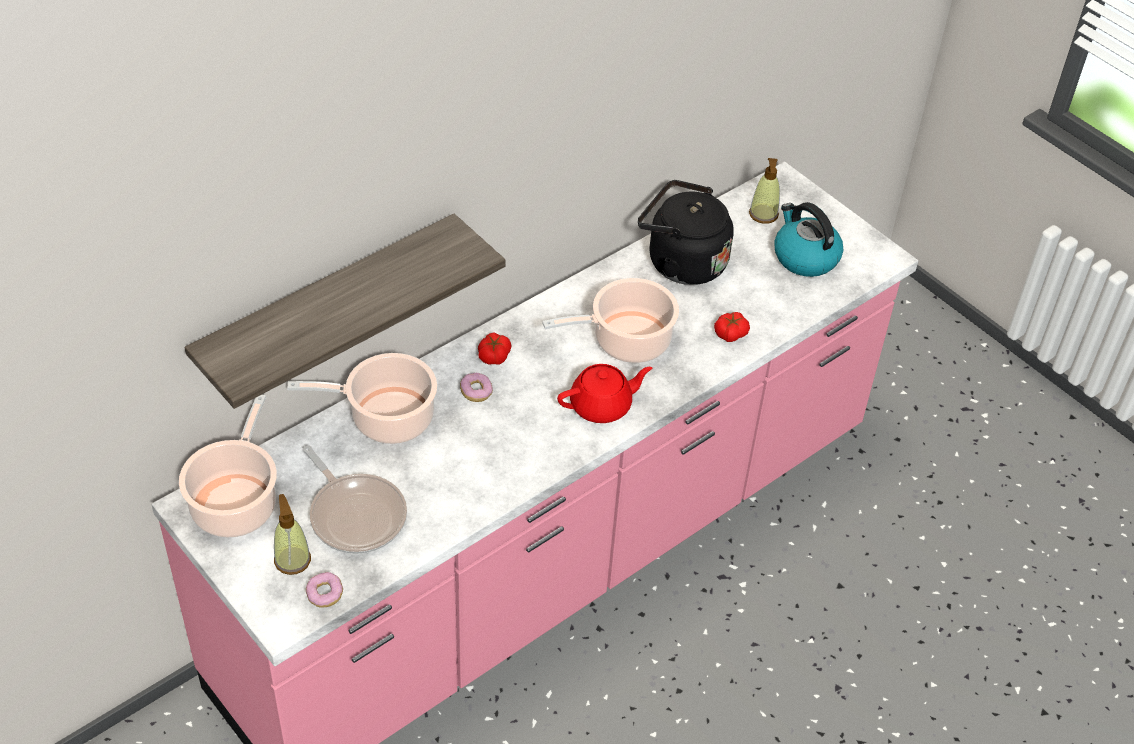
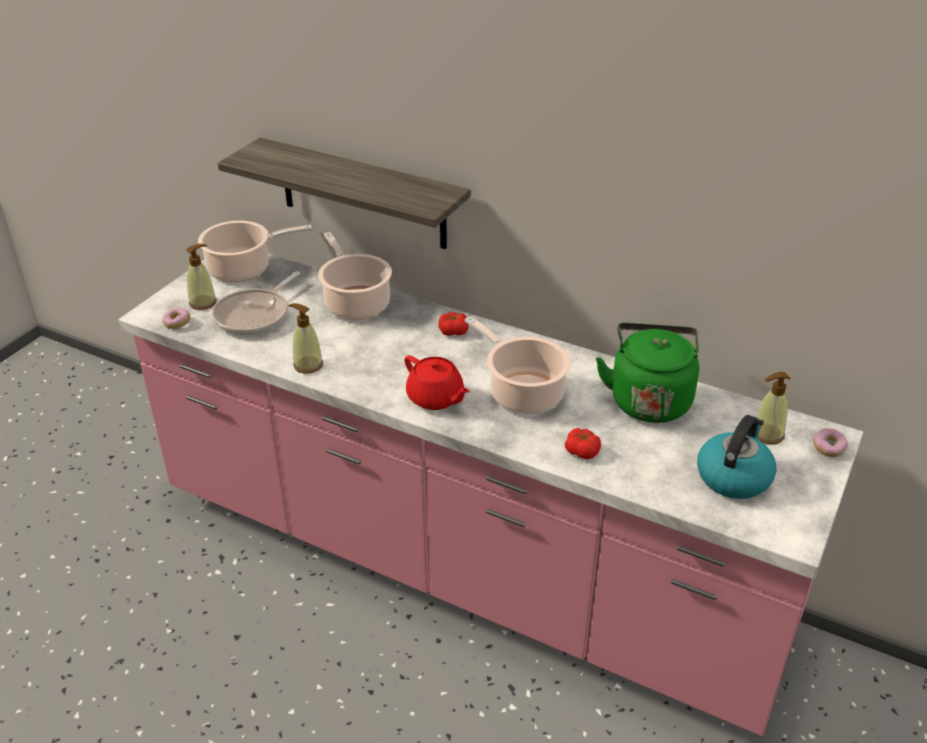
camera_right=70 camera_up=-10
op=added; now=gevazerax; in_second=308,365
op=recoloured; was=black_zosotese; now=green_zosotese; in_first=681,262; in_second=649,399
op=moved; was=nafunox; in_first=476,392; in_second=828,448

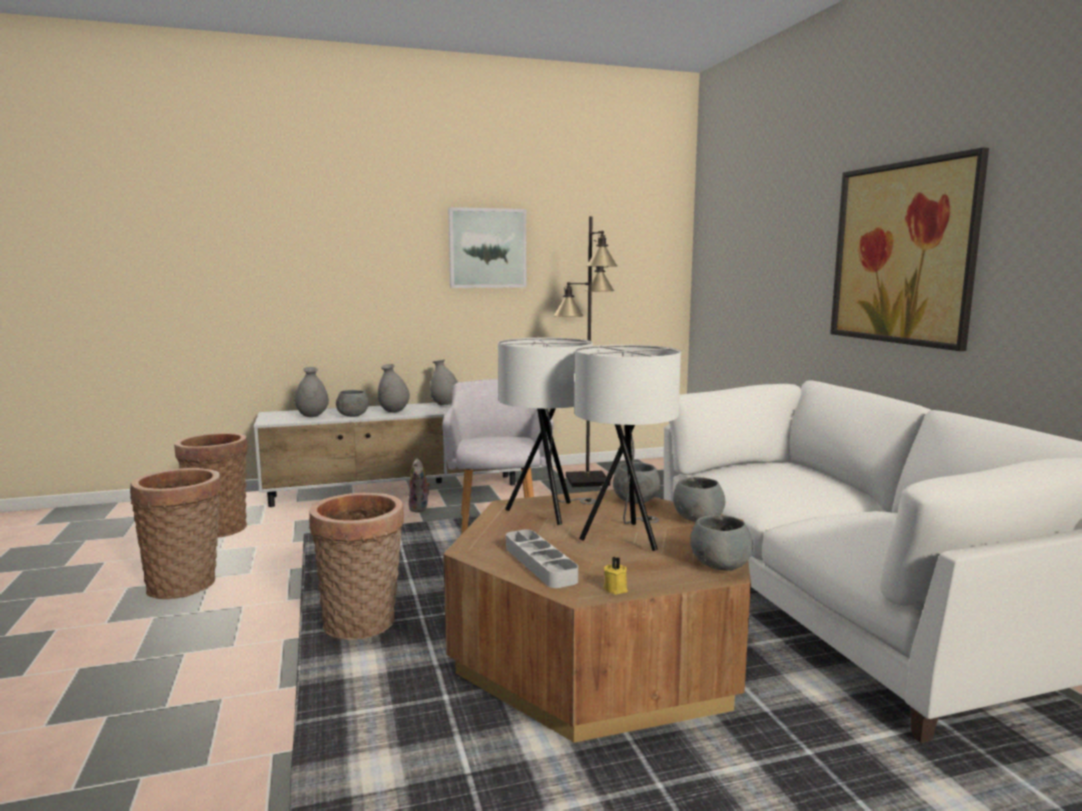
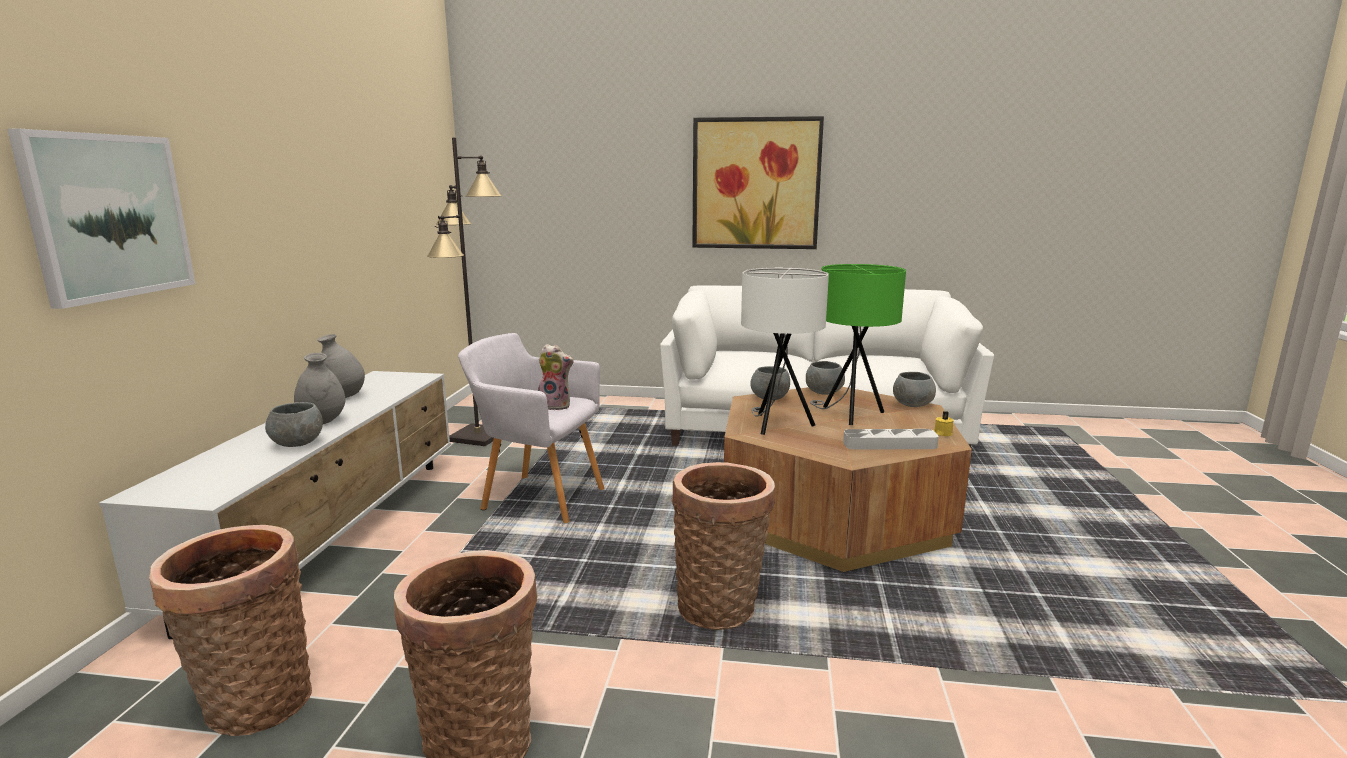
camera_right=-65 camera_up=5
op=moved; was=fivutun; in_first=487,248; in_second=108,216
op=moved; was=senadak; in_first=420,508; in_second=556,406
op=recoloured; was=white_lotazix; now=green_lotazix; in_first=625,538; in_second=849,415
op=removed; was=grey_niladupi; in_first=312,416

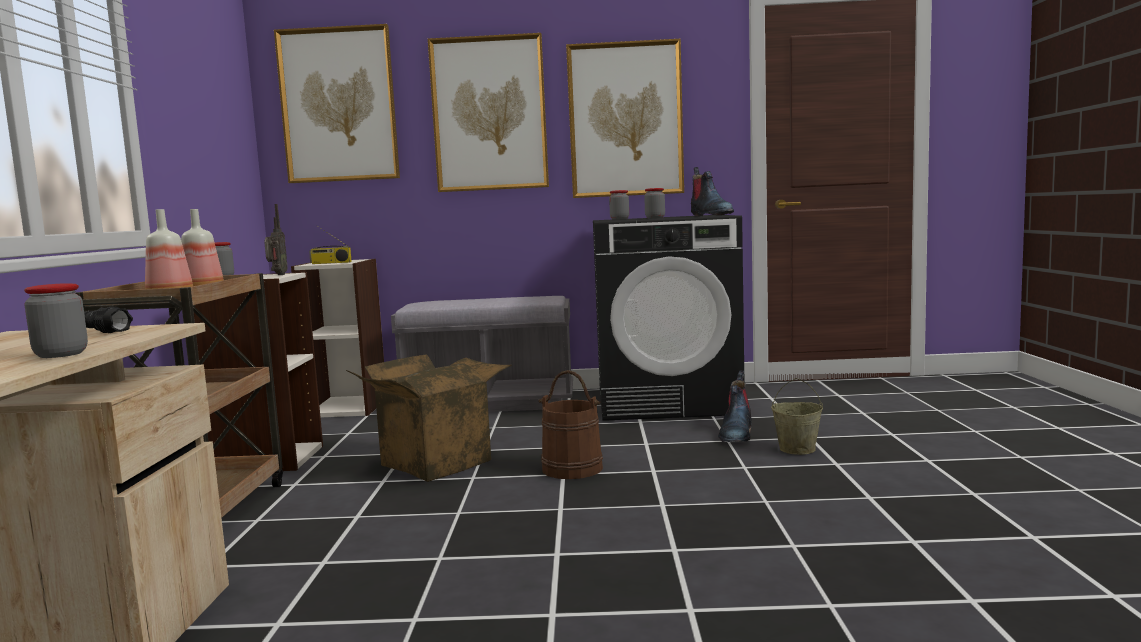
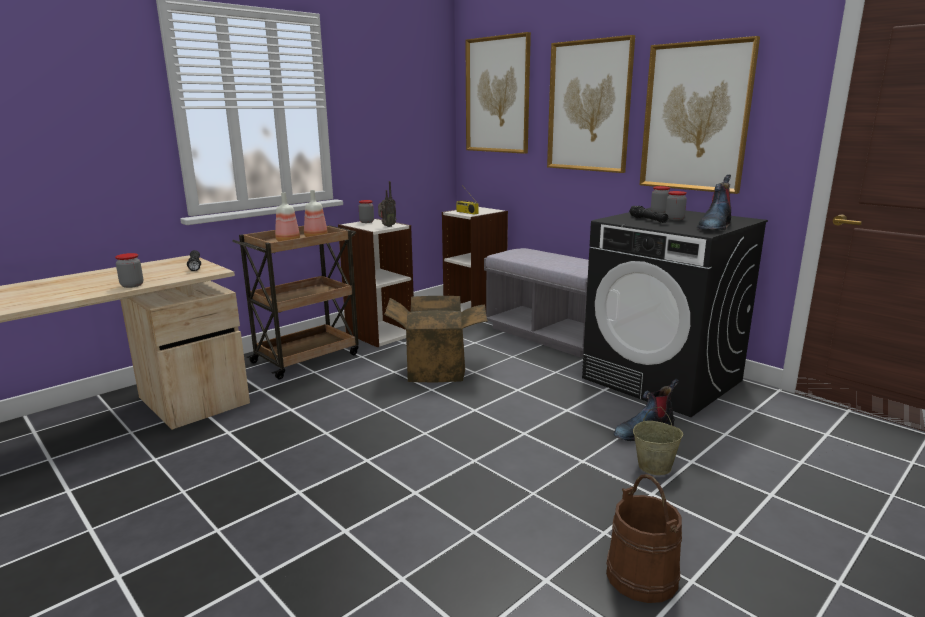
camera_right=45 camera_up=10
op=moved; was=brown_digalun; in_first=572,468; in_second=641,576
op=added; now=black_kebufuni; in_second=648,220

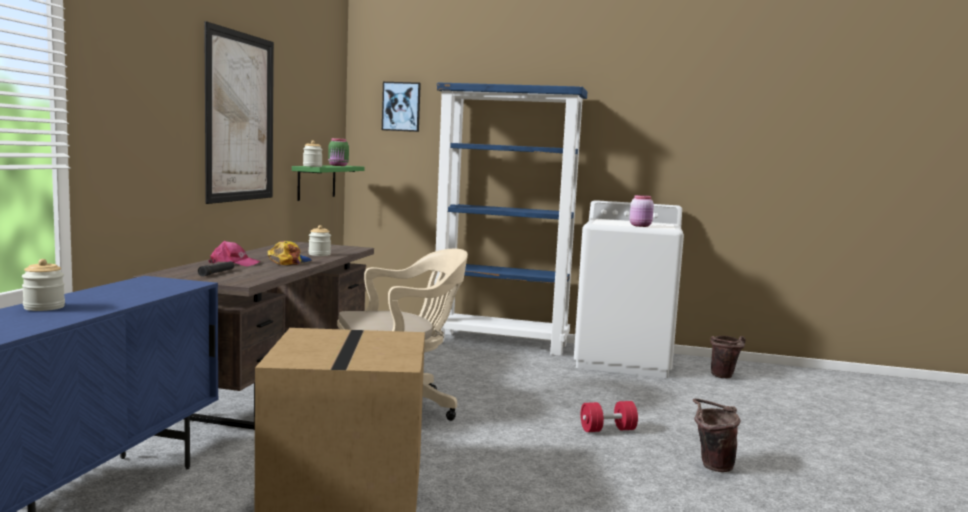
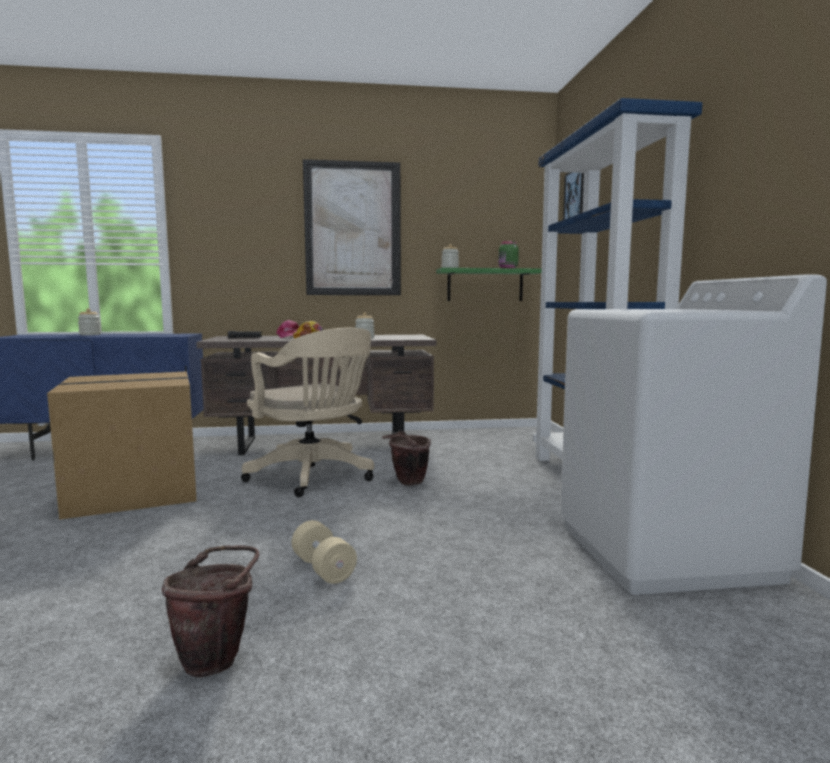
camera_right=70 camera_up=0
op=recoloured; was=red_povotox; now=beige_povotox; in_first=607,430; in_second=323,569
op=moved; was=brown_digalun; in_first=724,377; in_second=407,483
op=removed; was=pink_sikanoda; in_first=641,226

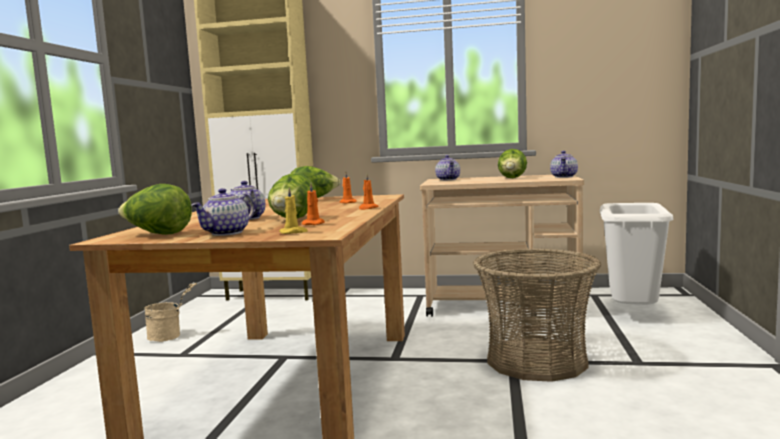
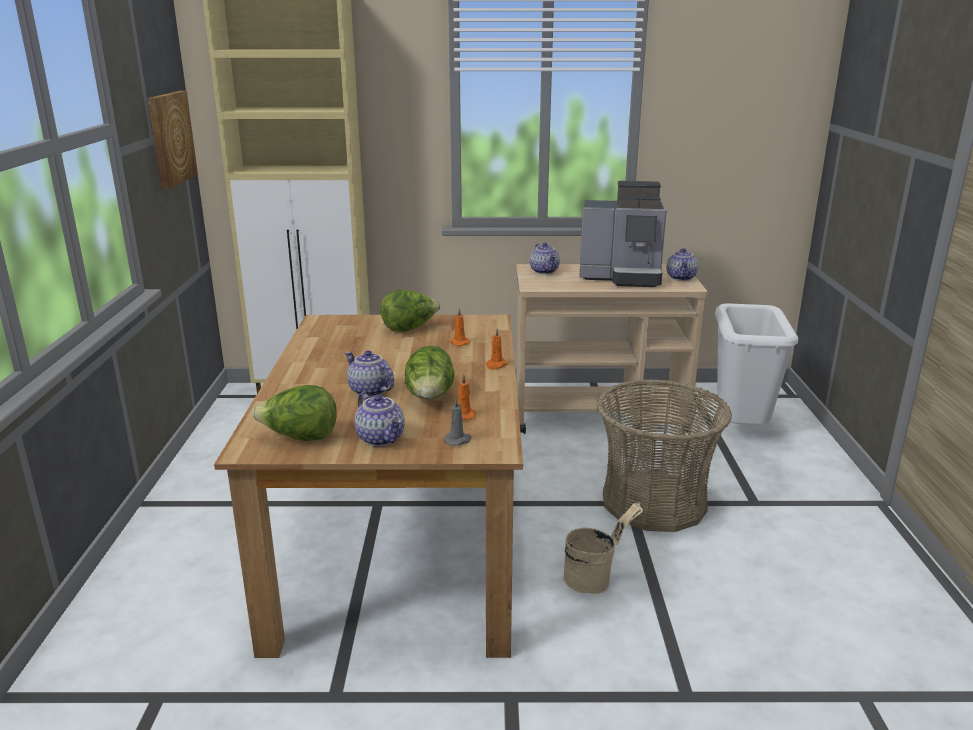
camera_right=-10 camera_up=15
op=added; now=fivutun; in_second=170,138
op=turned; was=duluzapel; in_first=227,233; in_second=382,438; clockwise=-60
op=recoloured; was=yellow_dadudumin; now=grey_dadudumin; in_first=293,232; in_second=458,440
op=moved; was=beige_digalun; in_first=170,336; in_second=595,578
op=replaced; was=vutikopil; now=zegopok; in_first=512,178; in_second=622,277

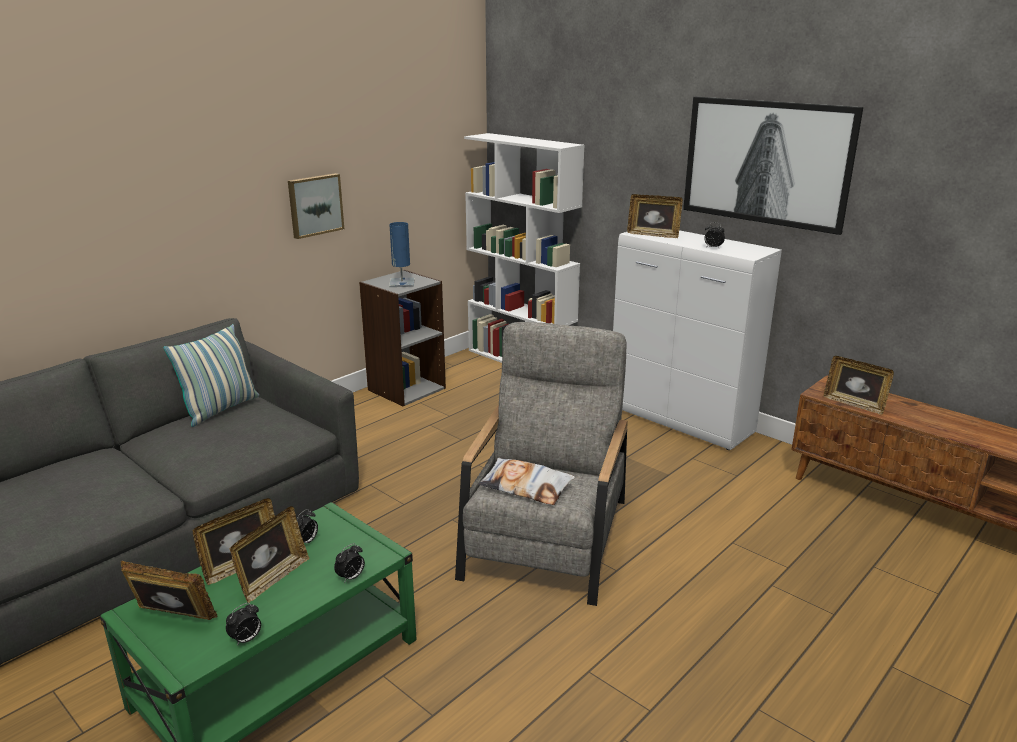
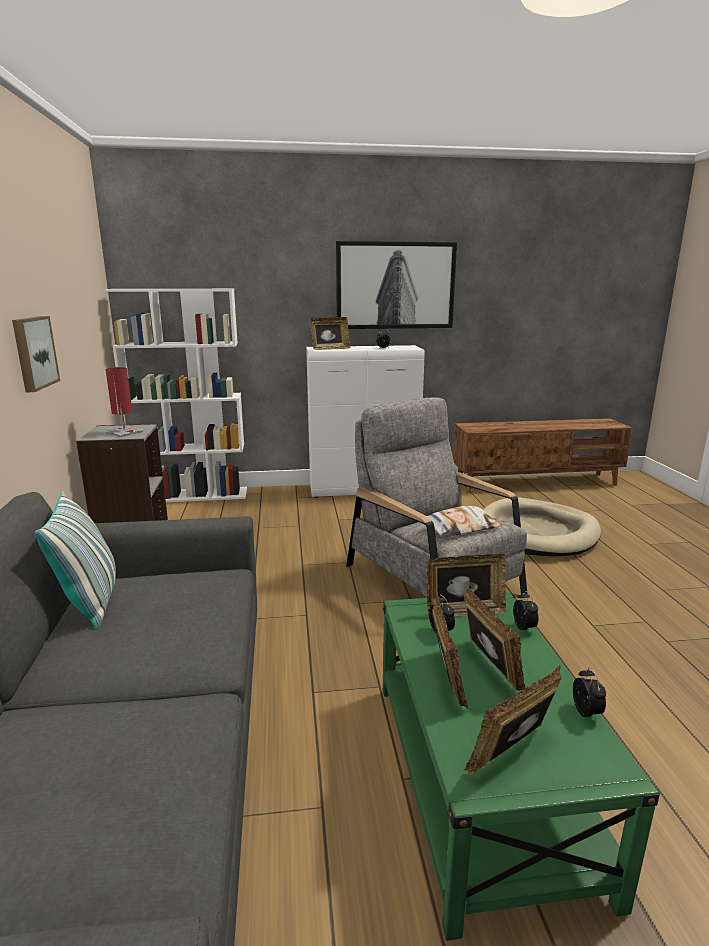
camera_right=-50 camera_up=-5
op=recoloured; was=blue_lotazix; now=red_lotazix; in_first=402,283; in_second=124,432
op=moved; was=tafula; in_first=854,404; in_second=464,611
op=added; now=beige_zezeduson; in_second=537,532

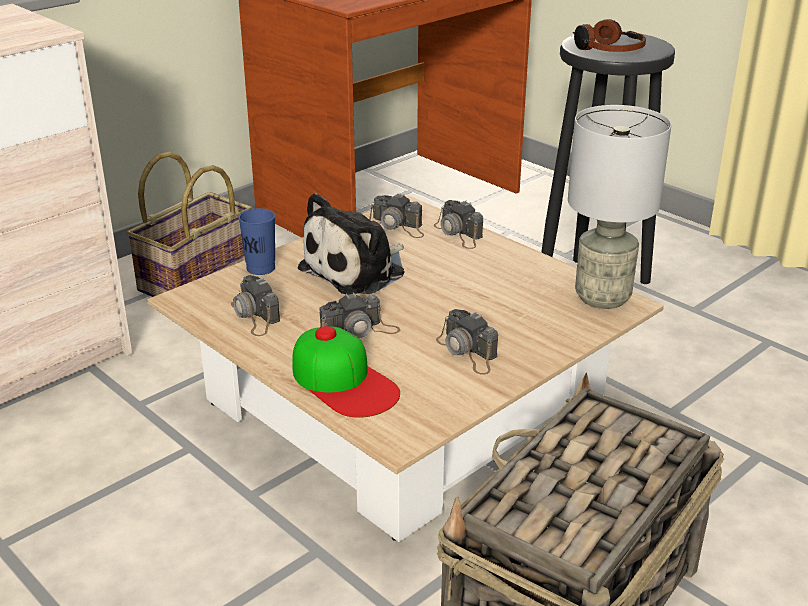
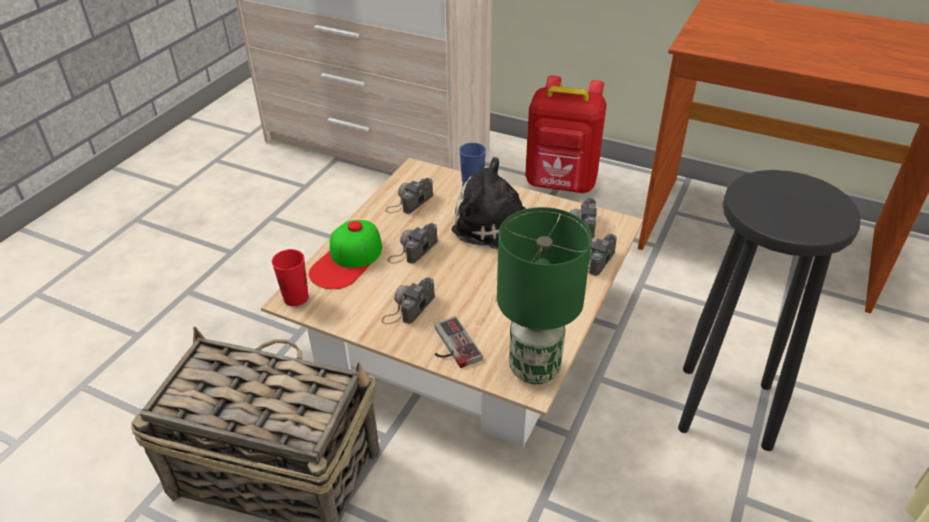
camera_right=70 camera_up=10
op=added; now=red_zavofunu; in_second=296,298
op=turned; was=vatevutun; in_first=359,330; in_second=413,250; clockwise=75
op=added; now=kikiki; in_second=451,346
op=recoloured; was=grey_lotazix; now=green_lotazix; in_first=602,298; in_second=533,368
op=replaced; was=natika; now=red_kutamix; in_first=196,277; in_second=561,185
op=removed; was=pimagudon; in_first=607,50

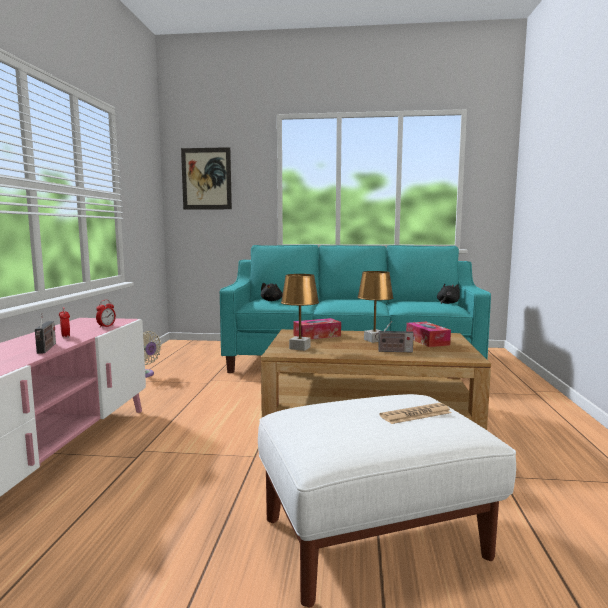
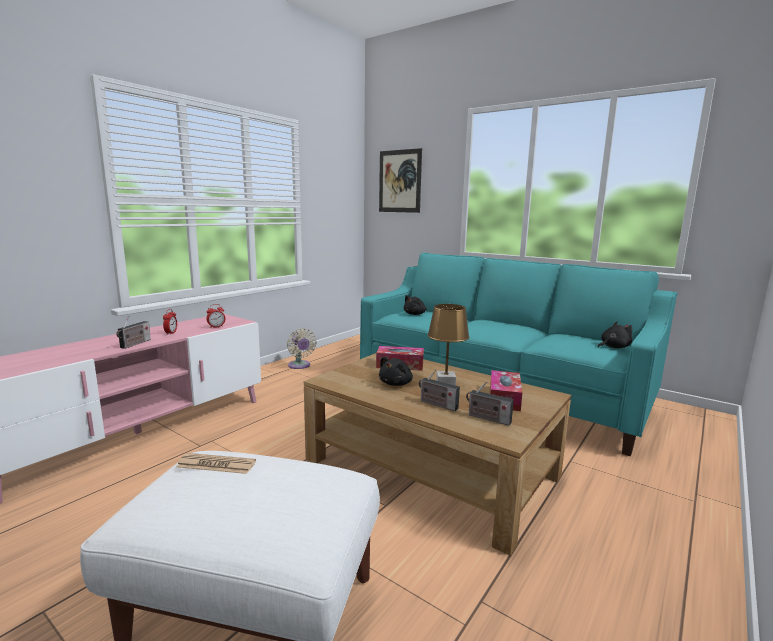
camera_right=30 camera_up=5
op=moved; was=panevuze; in_first=415,414; in_second=216,464
op=added; now=black_senadak; in_second=396,383
op=added; now=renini; in_second=487,418
op=removed; was=brown_lotazix; in_first=299,348

